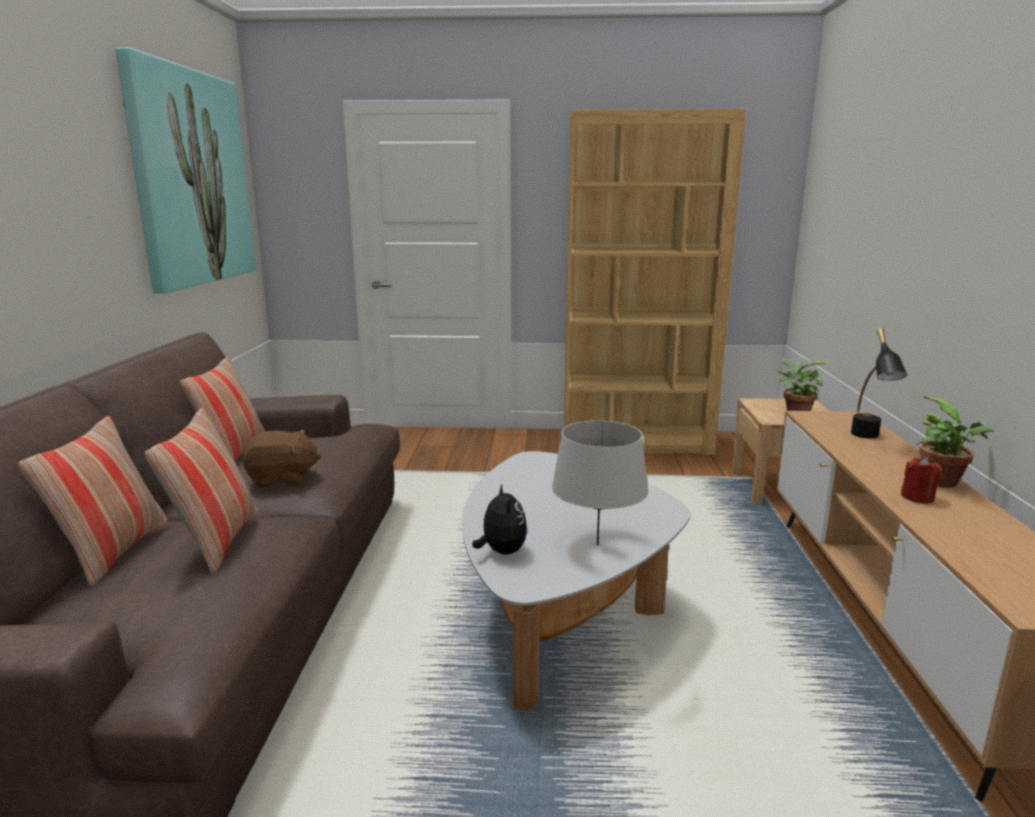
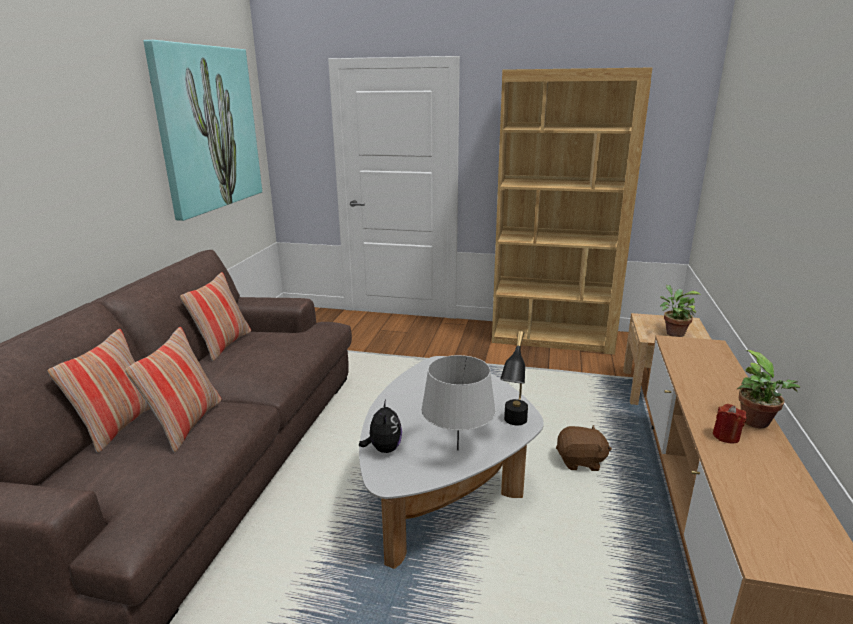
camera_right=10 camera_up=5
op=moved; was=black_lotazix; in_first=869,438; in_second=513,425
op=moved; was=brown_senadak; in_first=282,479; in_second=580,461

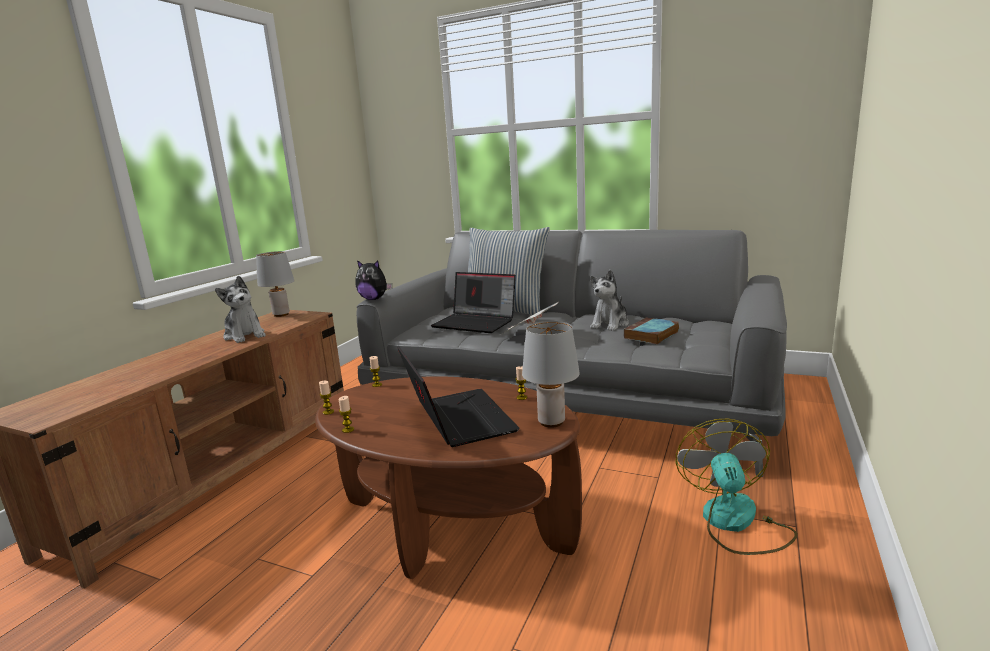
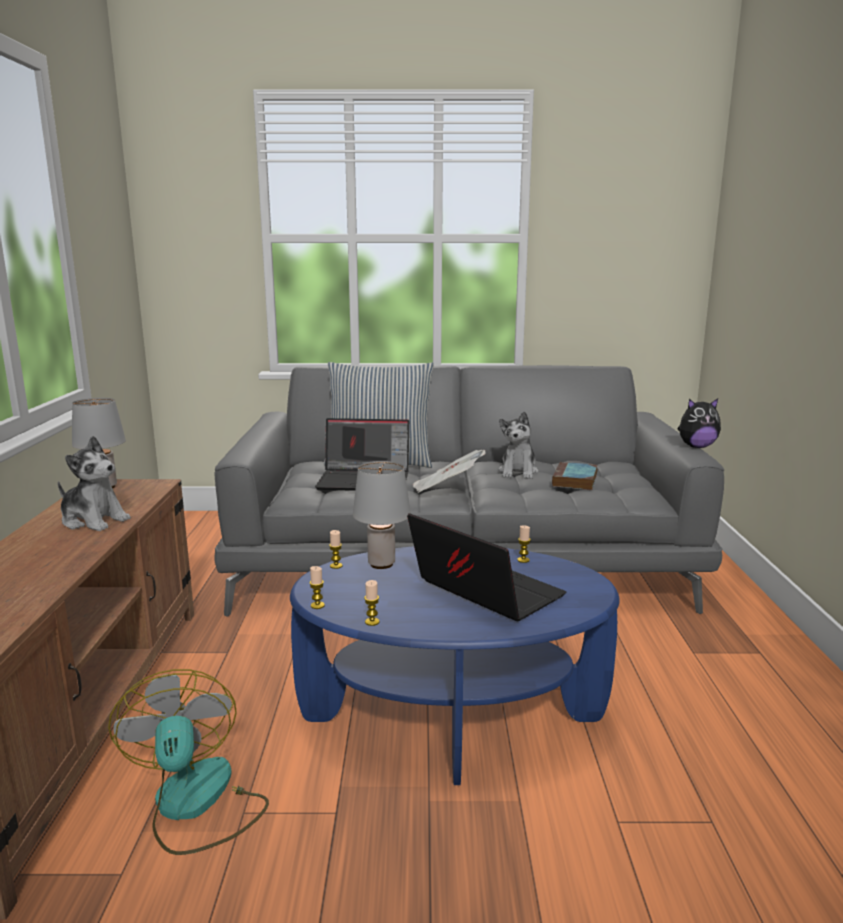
camera_right=-25 camera_up=0
op=moved; was=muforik; in_first=735,523; in_second=196,804
op=recoloured; was=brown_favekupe; now=blue_favekupe; in_first=452,526; in_second=452,720
op=moved; was=grey_lotazix; in_first=552,422; in_second=382,563
op=moved; was=senadak; in_first=374,299; in_second=696,446

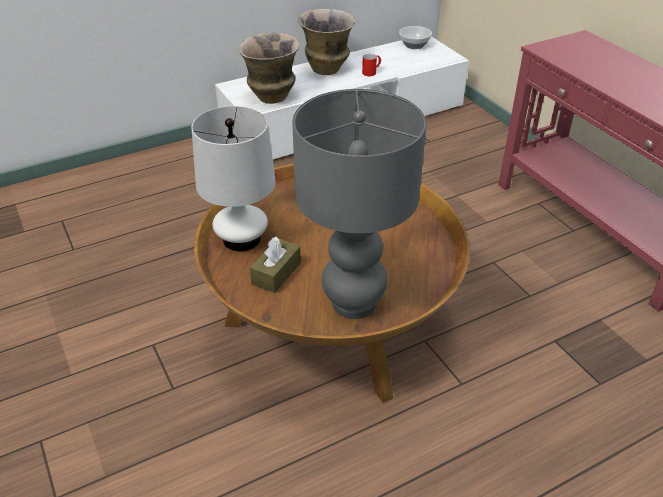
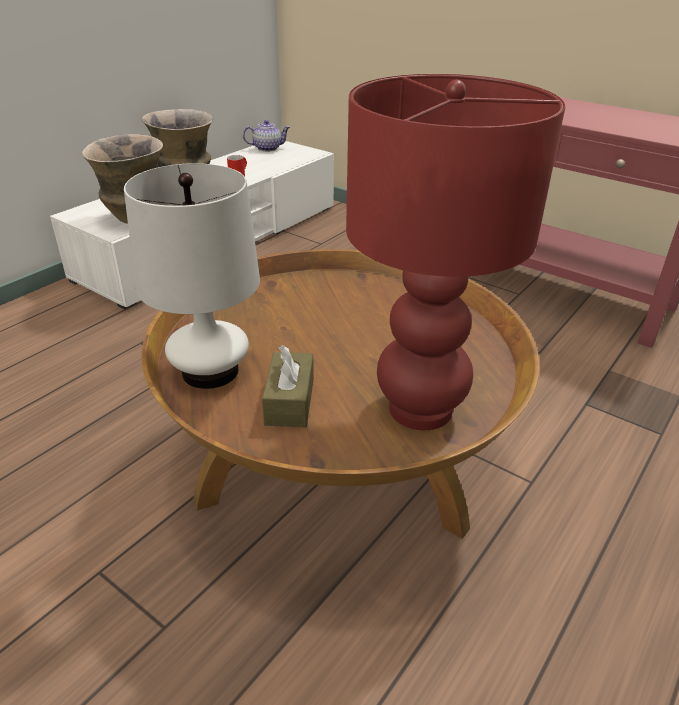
camera_right=-25 camera_up=-5
op=replaced; was=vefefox; now=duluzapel; in_first=414,45; in_second=267,148
op=recoloured; was=grey_lotazix; now=red_lotazix; in_first=353,303; in_second=419,409

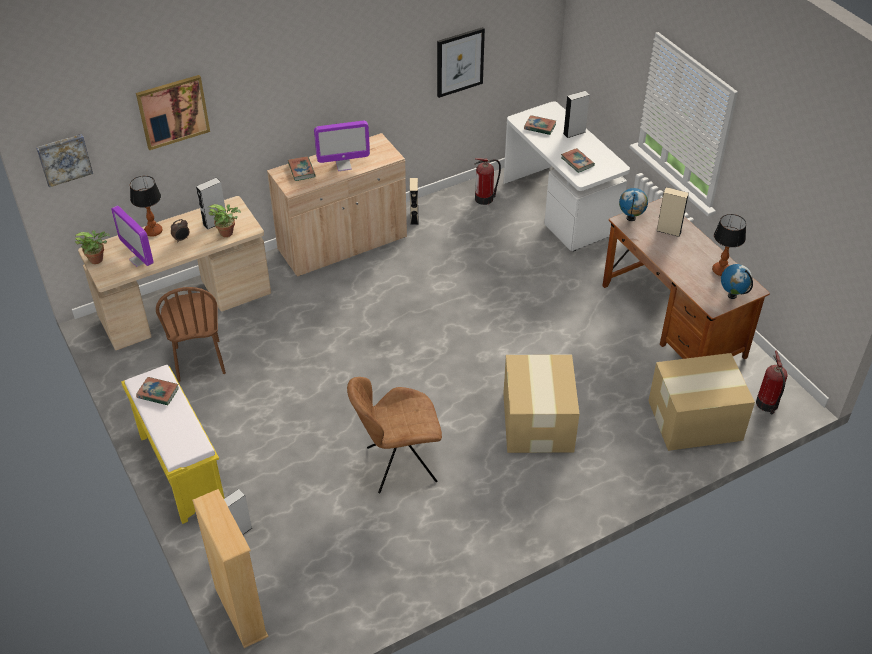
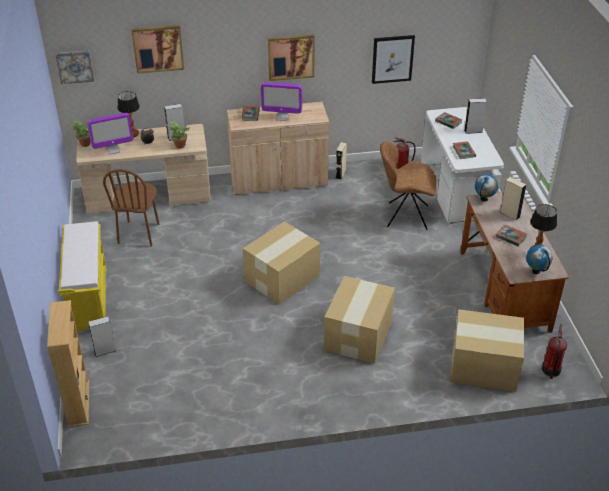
camera_right=20 camera_up=-5
op=turned; was=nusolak; in_first=140,260; in_second=113,150; clockwise=-90
op=added; now=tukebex; in_second=283,278
op=added; now=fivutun; in_second=291,57
op=moved; was=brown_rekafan; in_first=398,465; in_second=405,216
op=moved; was=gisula; in_first=158,393; in_second=511,237

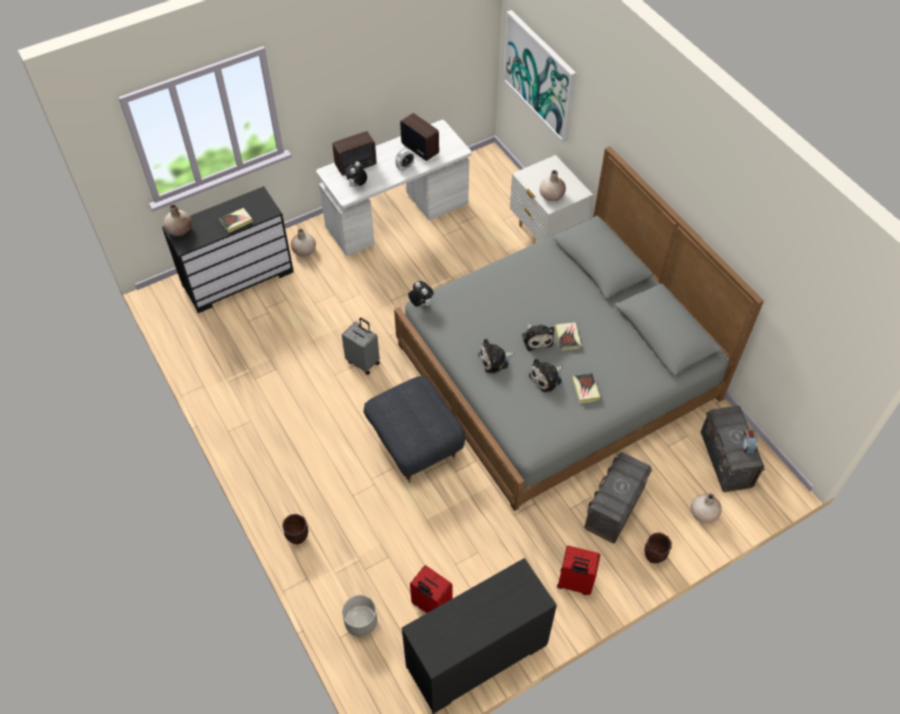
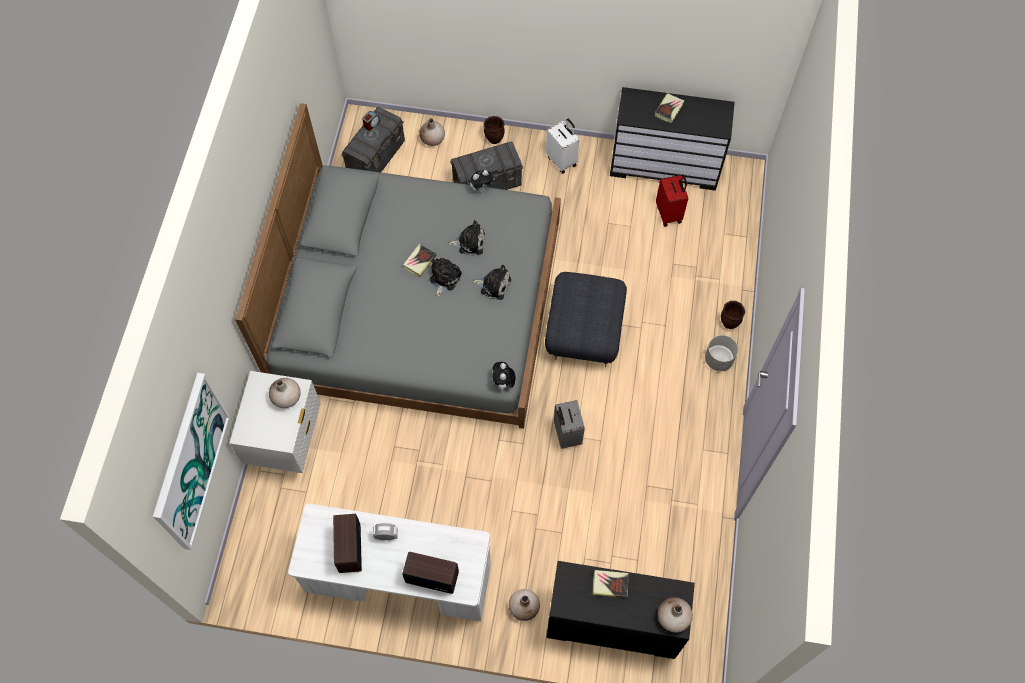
camera_right=-140 camera_up=10
op=moved; was=senadak; in_first=357,185; in_second=482,188
op=recoloured; was=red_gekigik; now=white_gekigik; in_first=574,583; in_second=562,160
op=moved; was=gisula; in_first=585,389; in_second=669,109
op=moved; was=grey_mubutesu; in_first=361,622; in_second=718,360

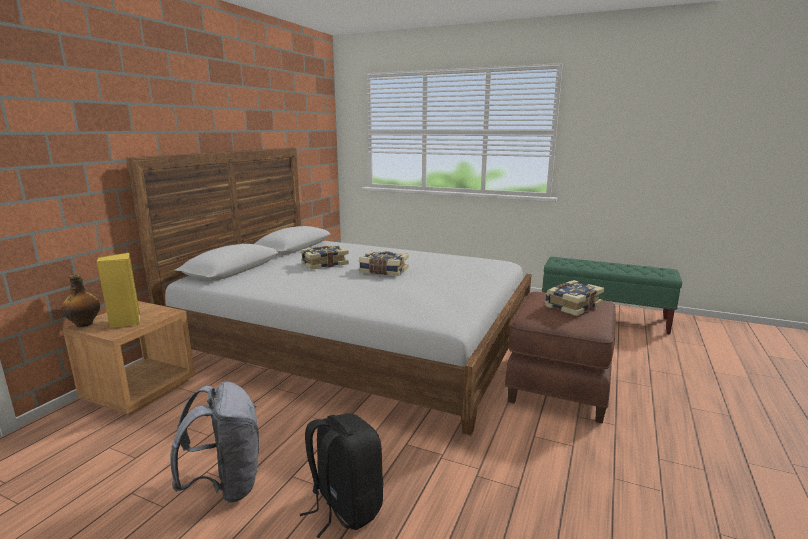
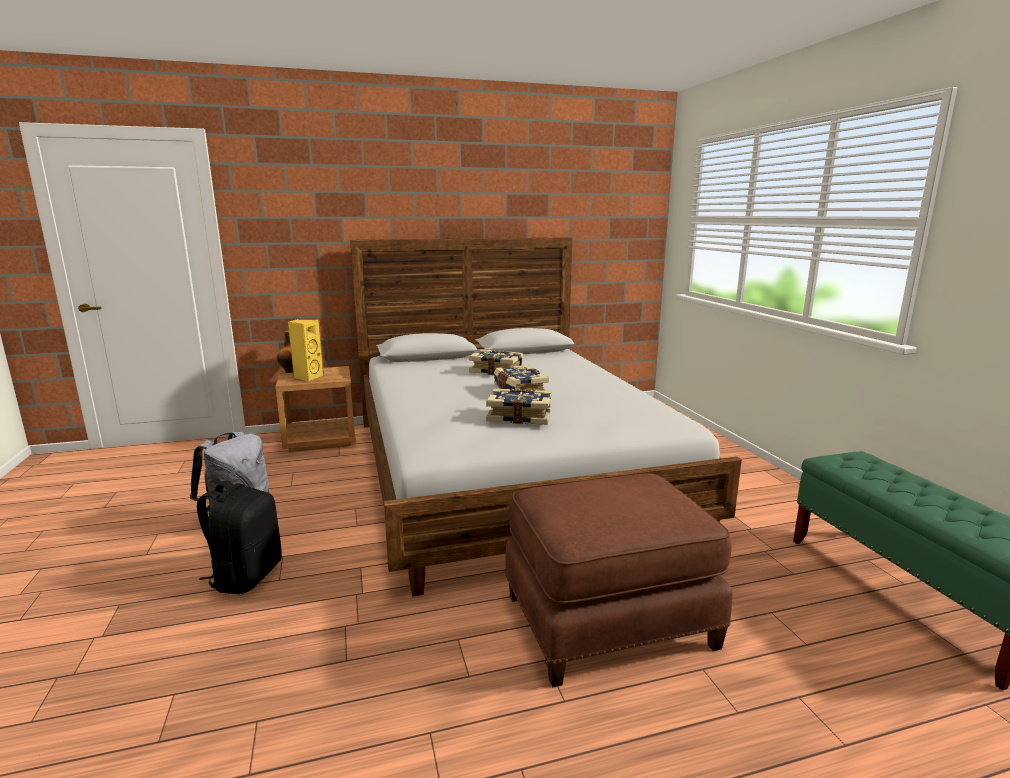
camera_right=50 camera_up=0
op=moved; was=gisula; in_first=572,306; in_second=519,416

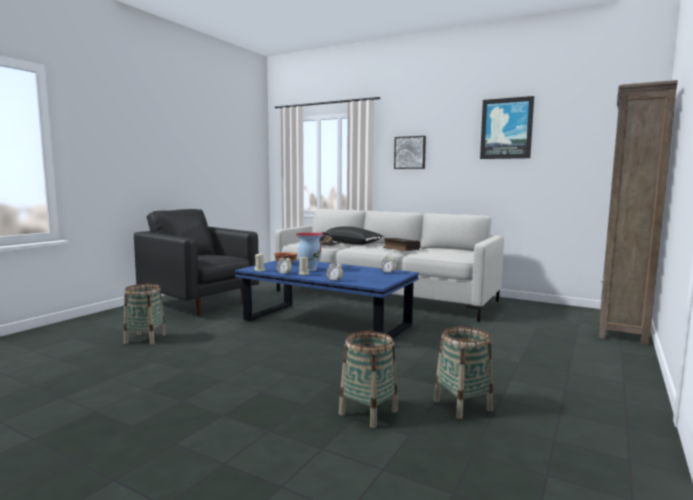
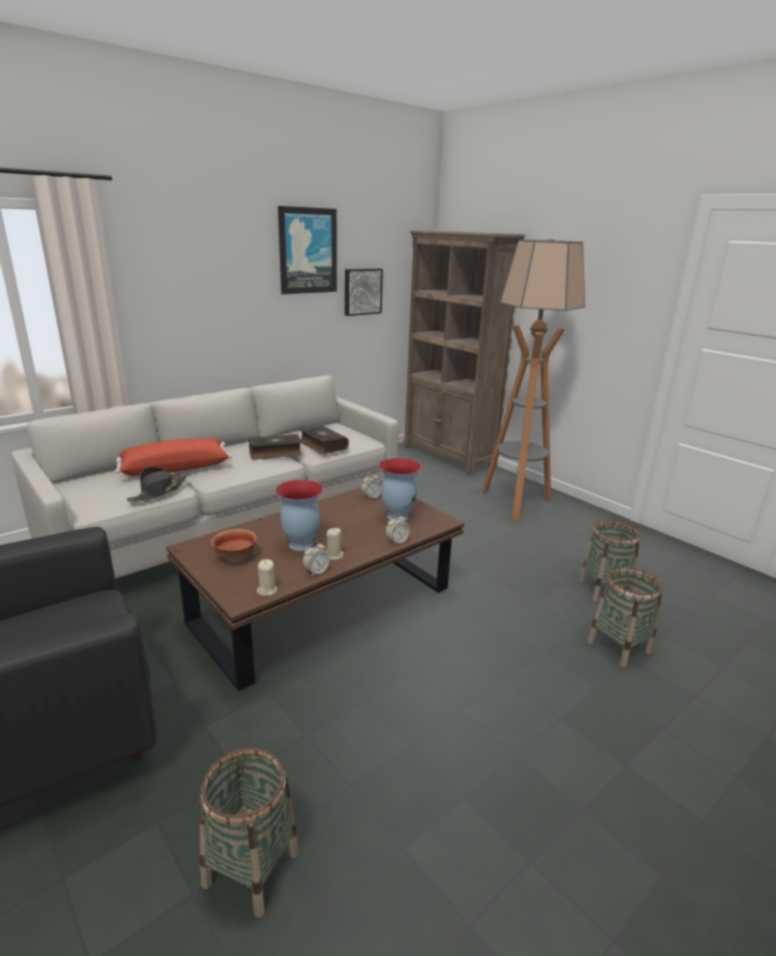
camera_right=-70 camera_up=15
op=recoloured; was=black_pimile; now=red_pimile; in_first=352,243; in_second=175,468
op=recoloured; was=blue_favekupe; now=brown_favekupe; in_first=326,323; in_second=325,607
op=added; now=gisula; in_second=322,445
op=moved; was=fivutun; in_first=410,152; in_second=362,291
op=added; now=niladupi; in_second=397,516
op=added; now=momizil; in_second=515,503

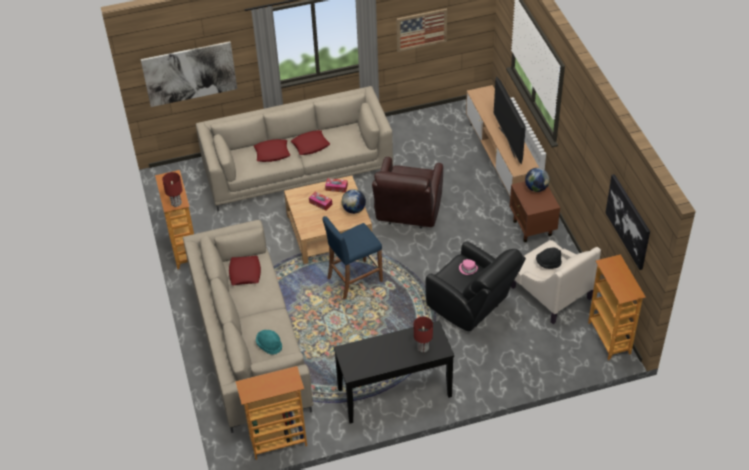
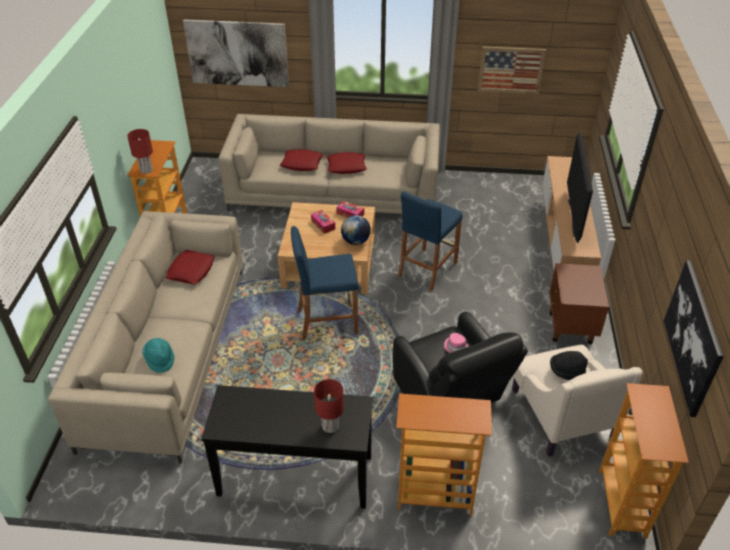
camera_right=20 camera_up=-5
op=moved; was=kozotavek; in_first=278,442; in_second=434,497
op=replaced; was=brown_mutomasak; now=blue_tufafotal; in_first=408,213; in_second=427,269
op=removed; was=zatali; in_first=536,188

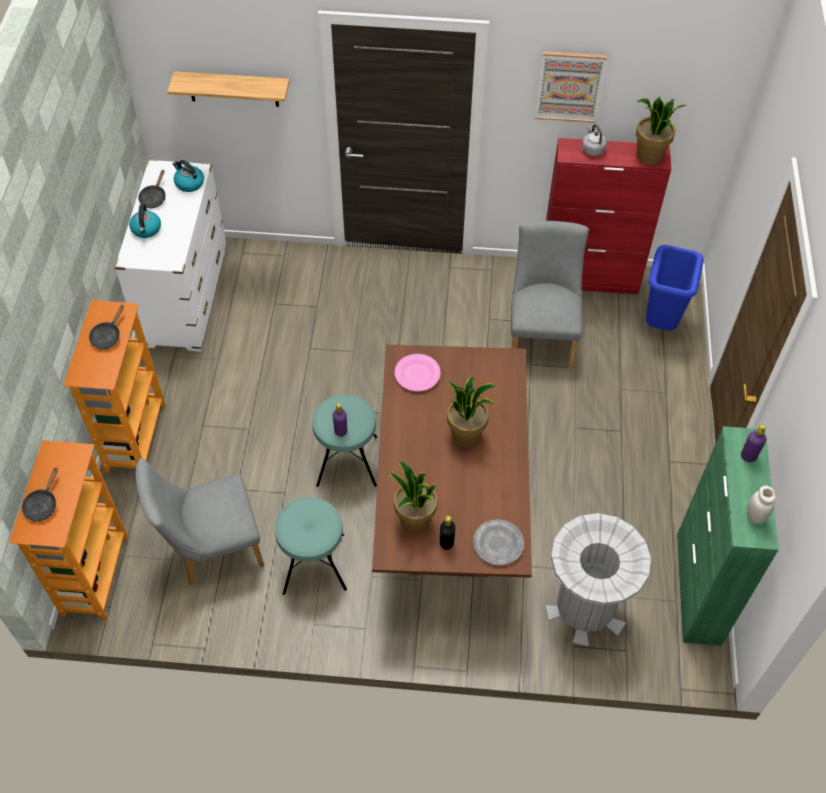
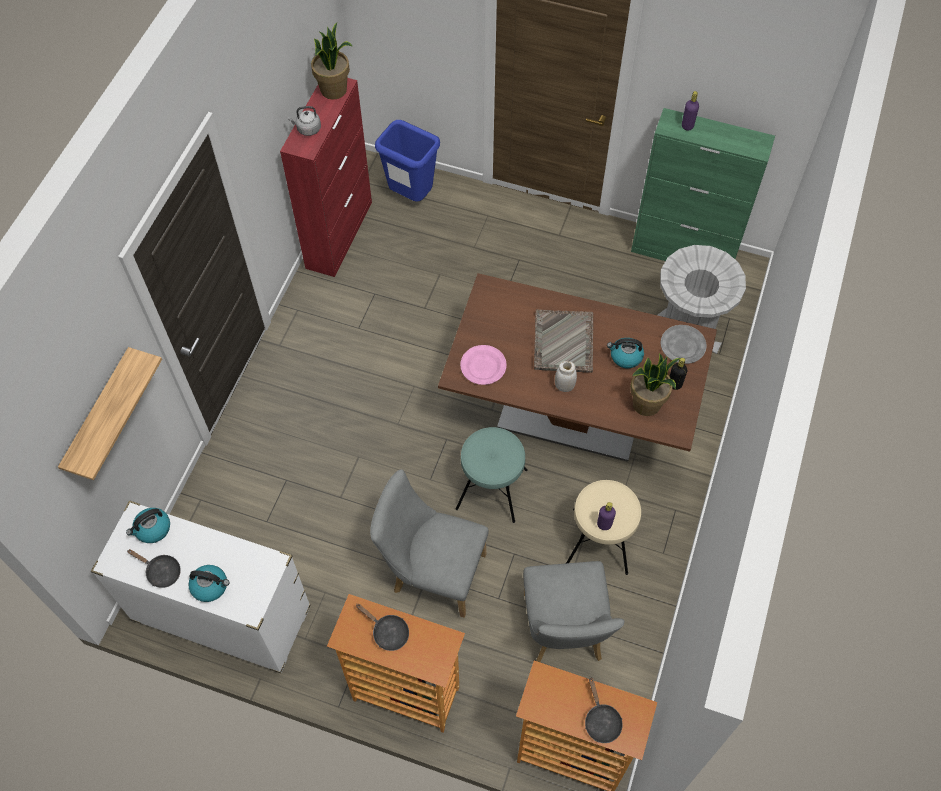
camera_right=-75 camera_up=5
op=moved; was=grey_rekafan; in_first=541,335; in_second=432,572
op=replaced; was=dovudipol; now=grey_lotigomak; in_first=466,435; in_second=563,342
op=moved; was=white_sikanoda; in_first=755,516; in_second=564,386
op=recoloured; was=turquoise_tufafotal; now=beige_tufafotal; in_first=314,563; in_second=600,541
op=turned; was=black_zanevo; in_first=42,505; in_second=601,720; clockwise=45
op=moved; was=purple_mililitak; in_first=340,431; in_second=604,524
op=added; now=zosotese; in_second=625,357
op=removed; was=fivutun; in_first=569,86

